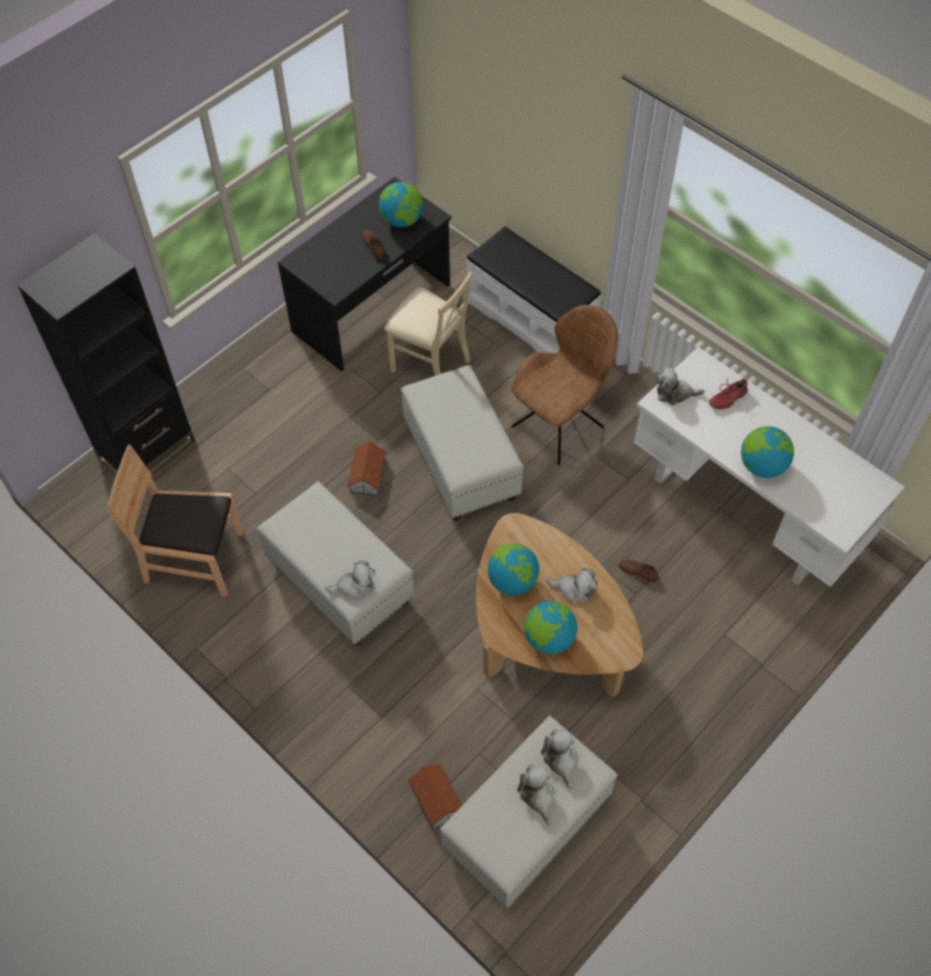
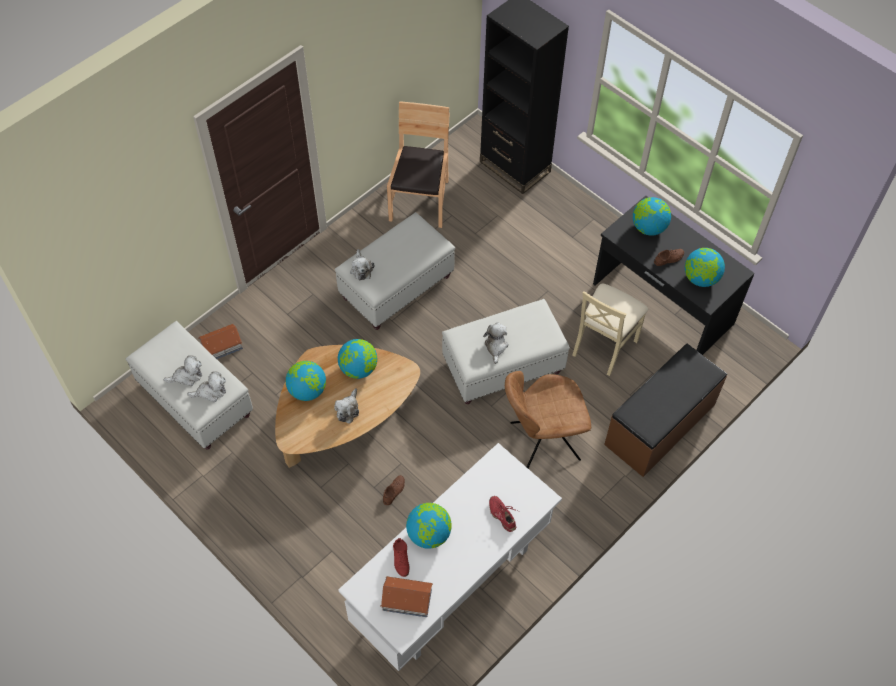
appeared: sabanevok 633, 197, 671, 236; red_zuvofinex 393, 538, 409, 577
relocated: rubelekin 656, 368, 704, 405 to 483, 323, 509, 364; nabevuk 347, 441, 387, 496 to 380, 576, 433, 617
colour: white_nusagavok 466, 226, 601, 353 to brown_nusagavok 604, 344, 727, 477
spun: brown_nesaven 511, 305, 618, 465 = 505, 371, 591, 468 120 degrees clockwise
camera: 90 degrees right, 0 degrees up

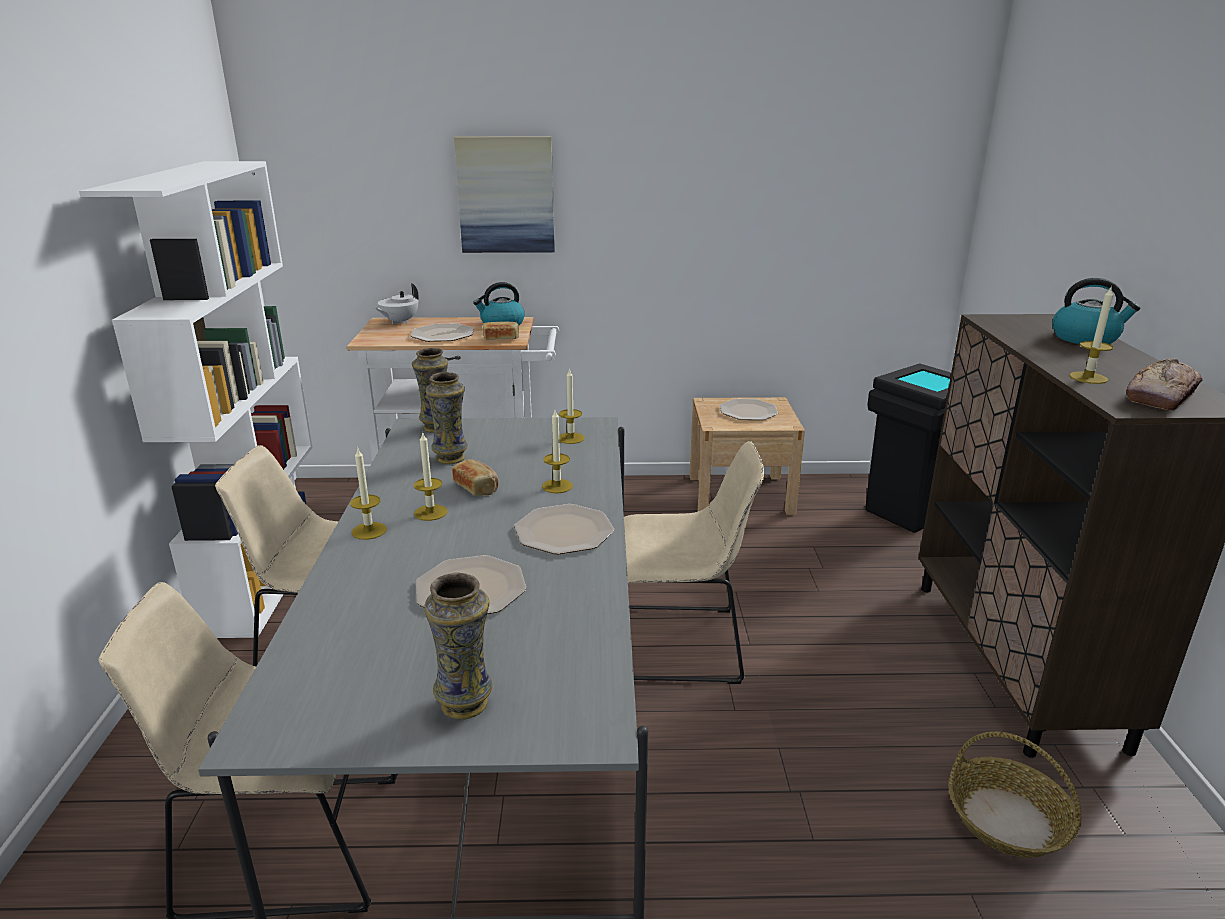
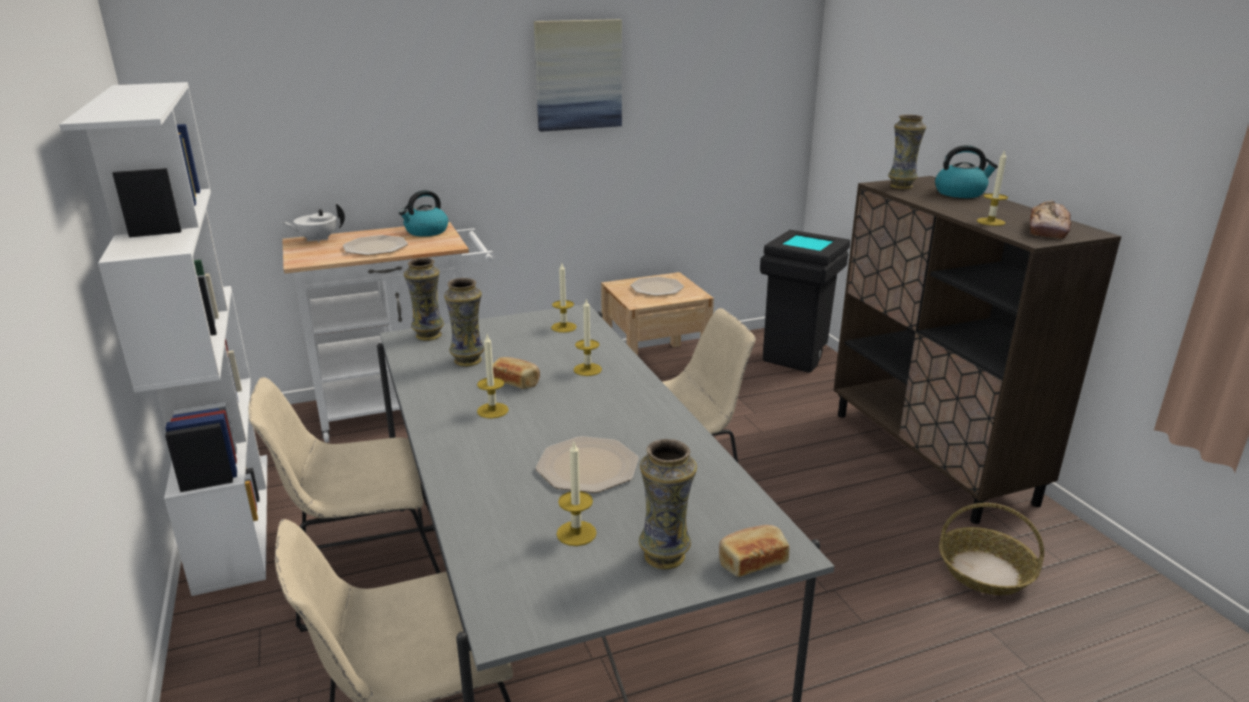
missing: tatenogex 514, 504, 614, 554
appeared: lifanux 888, 115, 926, 189
relocated: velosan 454, 136, 555, 253 to 534, 19, 622, 132; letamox 483, 322, 519, 340 to 719, 525, 789, 577; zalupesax 350, 447, 387, 540 to 556, 440, 597, 546
spun: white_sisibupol 375, 283, 419, 325 = 281, 204, 345, 243 60 degrees clockwise
camera: 20 degrees left, 0 degrees up

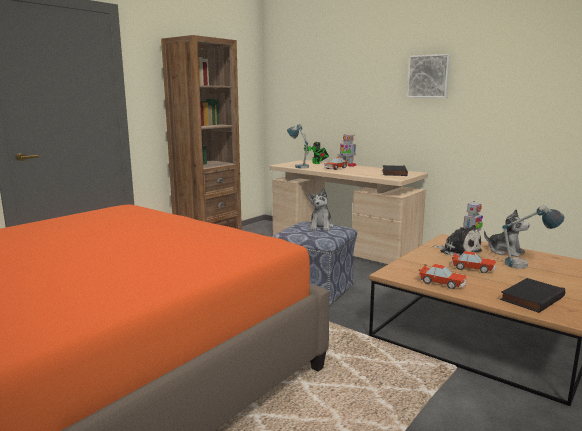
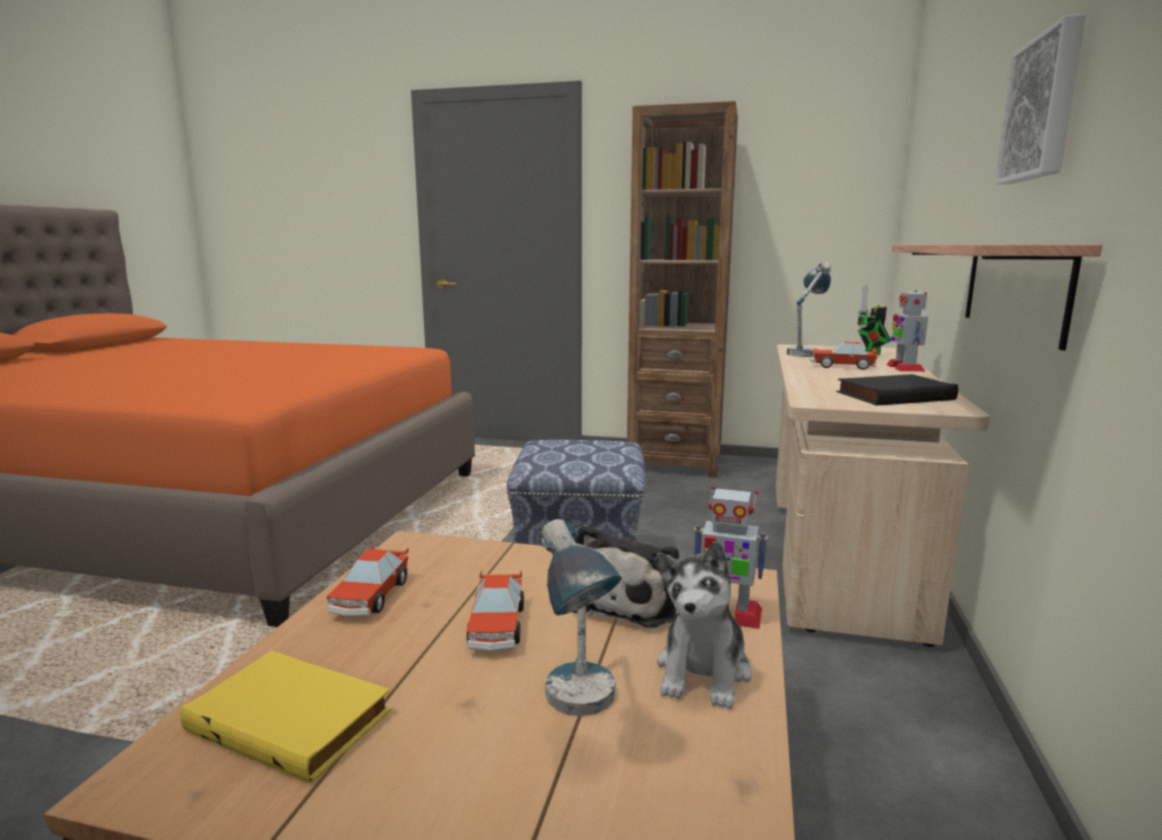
missing: rubelekin 308, 188, 334, 231
appeared: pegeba 892, 244, 1102, 350
colour: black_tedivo 500, 278, 565, 313 to yellow_tedivo 180, 651, 391, 784
camera: 65 degrees right, 0 degrees up

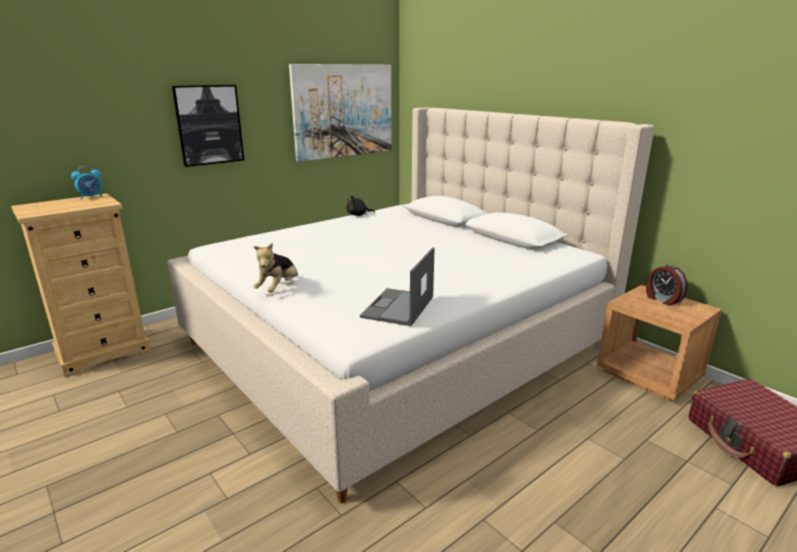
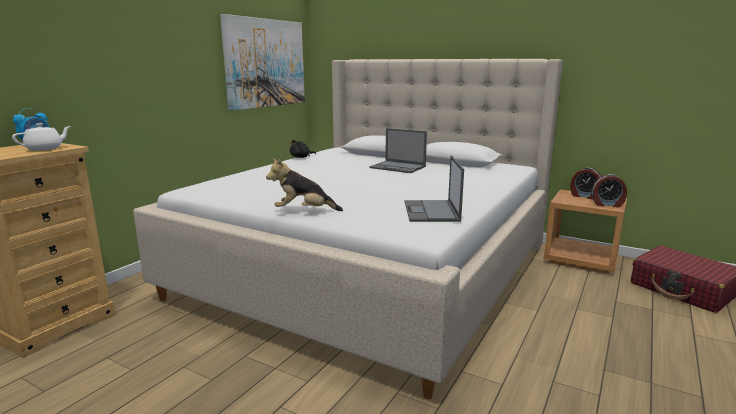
missing: velosan 172, 85, 244, 167
appeared: white_sisibupol 12, 123, 71, 151; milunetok 369, 128, 427, 173; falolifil 591, 174, 627, 208
spun: rubelekin 253, 243, 298, 293 = 266, 158, 343, 211 90 degrees clockwise
camera: 20 degrees left, 5 degrees down

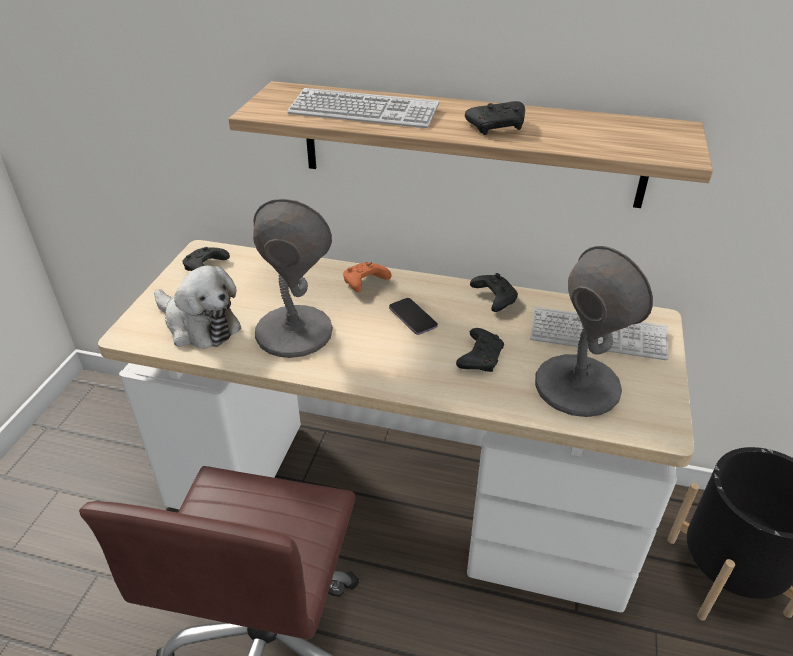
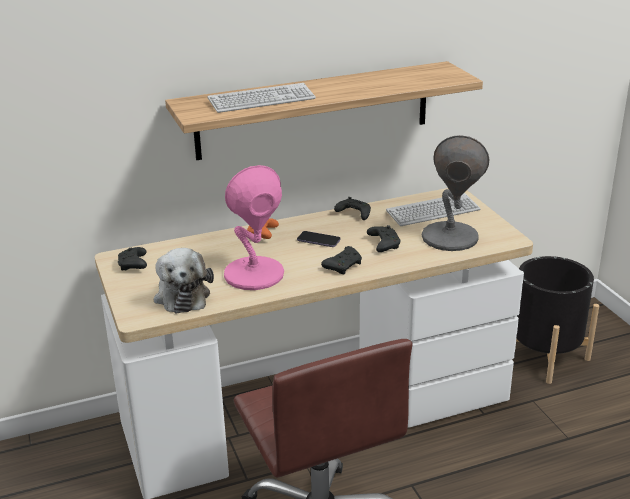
relocated: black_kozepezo 465, 101, 525, 135 to 321, 246, 362, 274
colour: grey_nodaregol 253, 199, 333, 358 to pink_nodaregol 224, 165, 284, 290
spun: rubelekin 154, 265, 241, 349 = 153, 248, 214, 314 75 degrees clockwise
camera: 35 degrees left, 10 degrees down

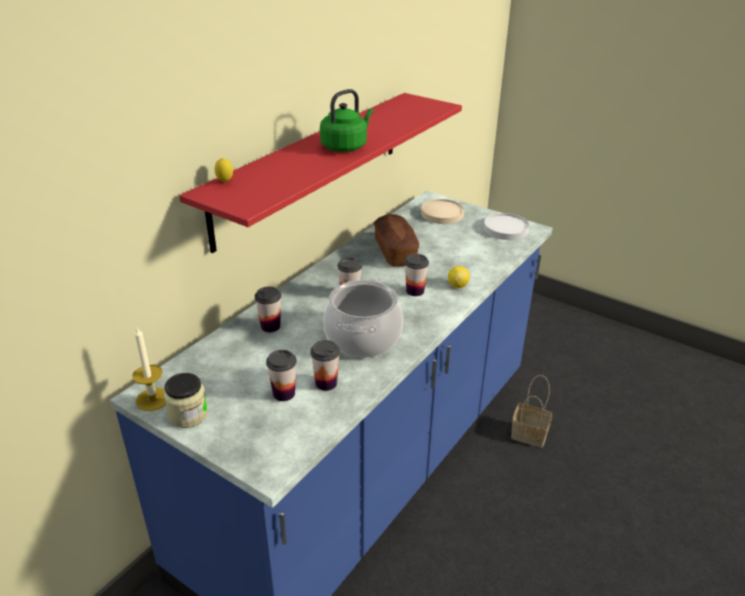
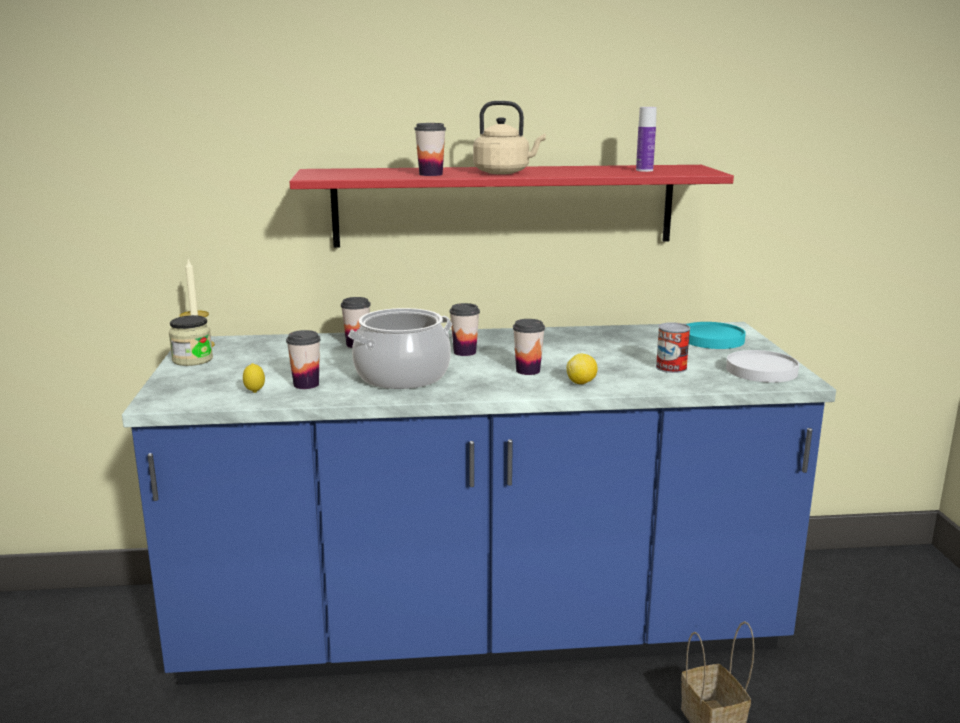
missing: letamox 374, 214, 419, 267
appeared: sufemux 636, 107, 657, 172; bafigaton 656, 322, 690, 373
relocated: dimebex 215, 158, 233, 183 to 243, 363, 265, 393; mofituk 266, 350, 297, 401 to 414, 123, 446, 176
colour: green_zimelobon 320, 89, 374, 152 to beige_zimelobon 473, 101, 546, 174; beige_tatenogex 421, 199, 464, 224 to turquoise_tatenogex 686, 322, 746, 349
camera: 50 degrees right, 15 degrees down

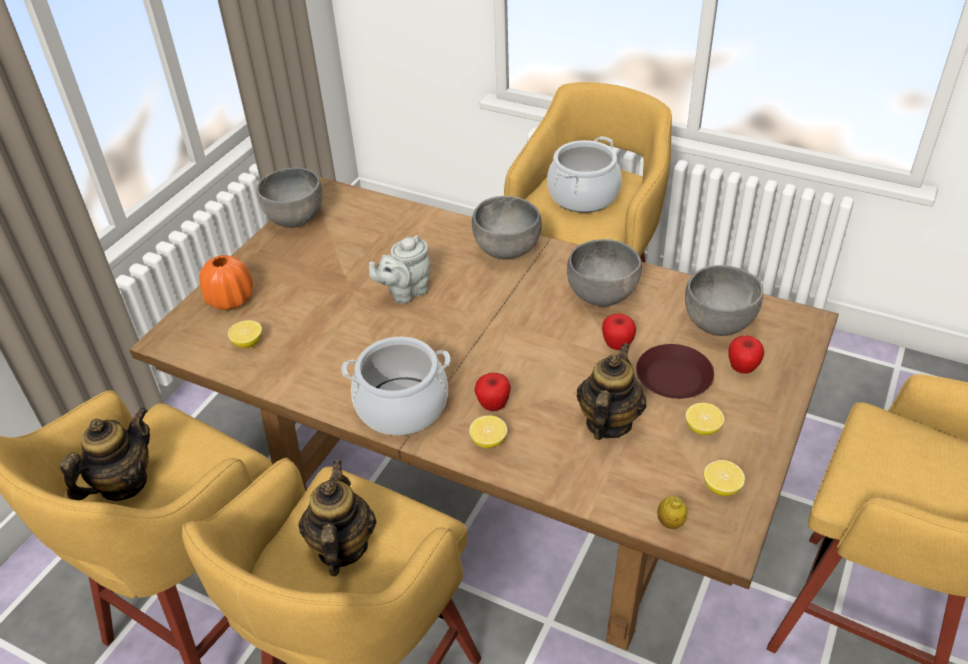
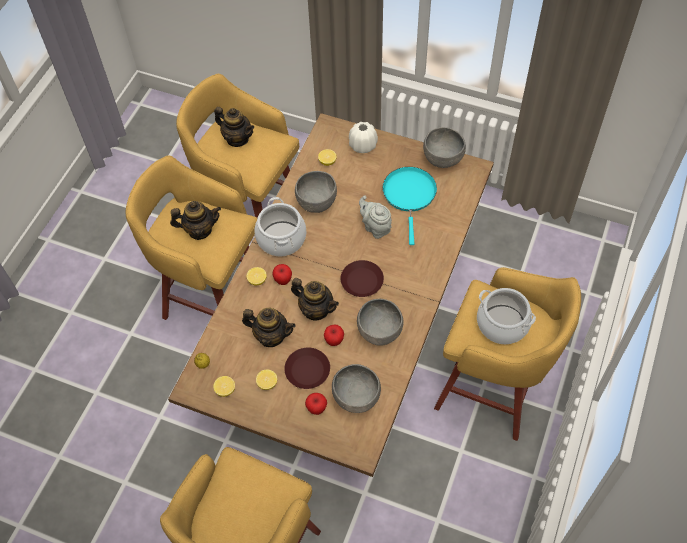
appeared: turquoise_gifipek 383, 167, 437, 245; brown_tatenogex 341, 260, 384, 297; sisibupol 291, 278, 339, 320
relocated: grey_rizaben 472, 196, 542, 260 to 295, 171, 337, 213
colour: orange_lifanux 199, 255, 253, 310 to white_lifanux 349, 122, 378, 153
camera: 85 degrees right, 15 degrees up

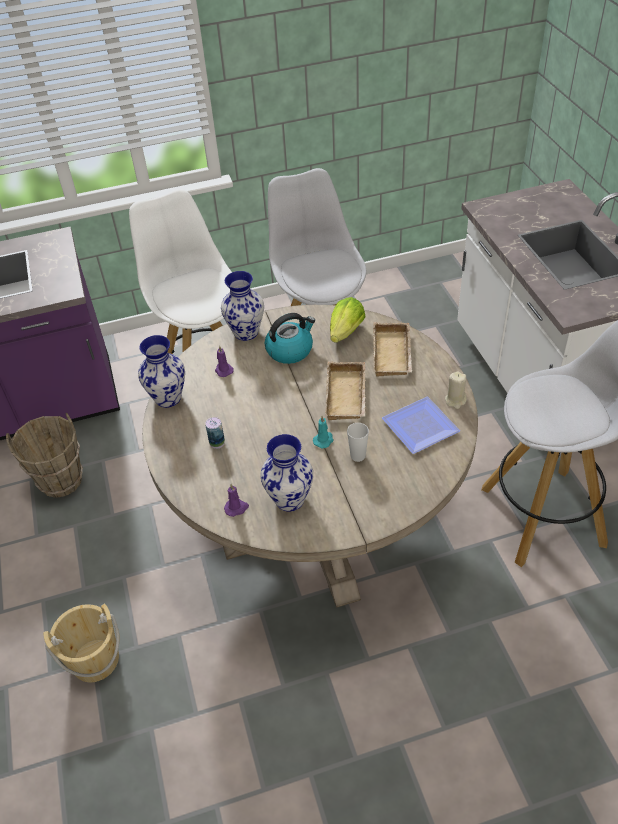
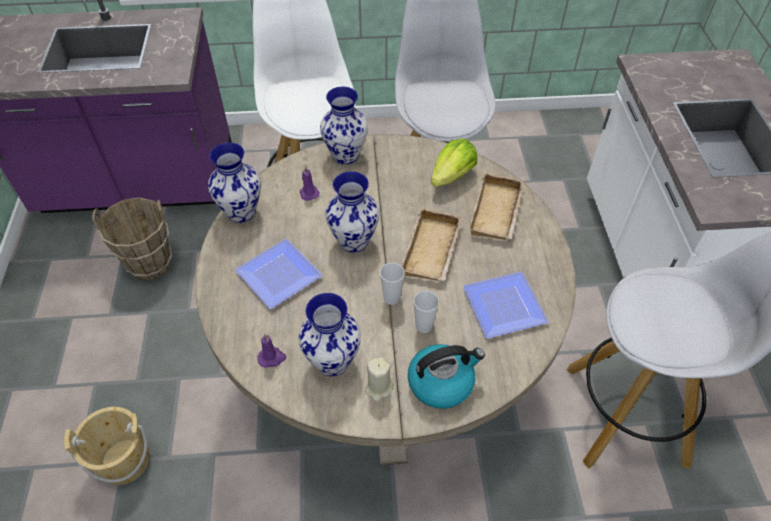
appeared: lifanux 326, 171, 379, 252
relocated: zimelobon 265, 313, 315, 364 to 408, 344, 485, 409; beige_zalupesax 445, 371, 467, 409 to 365, 357, 394, 401
exchanged: turquoise_zalupesax 313, 416, 334, 449 to mofituk 380, 263, 405, 305; bafigaton 205, 417, 225, 449 to tatenogex 235, 239, 322, 309
camera: 10 degrees right, 5 degrees up

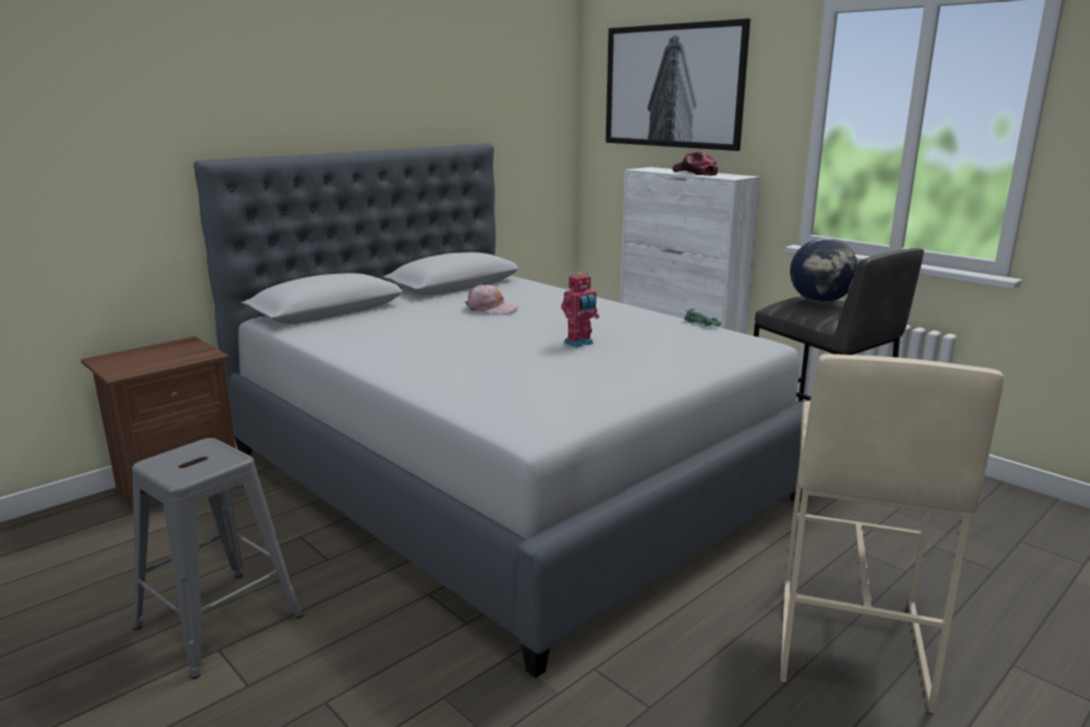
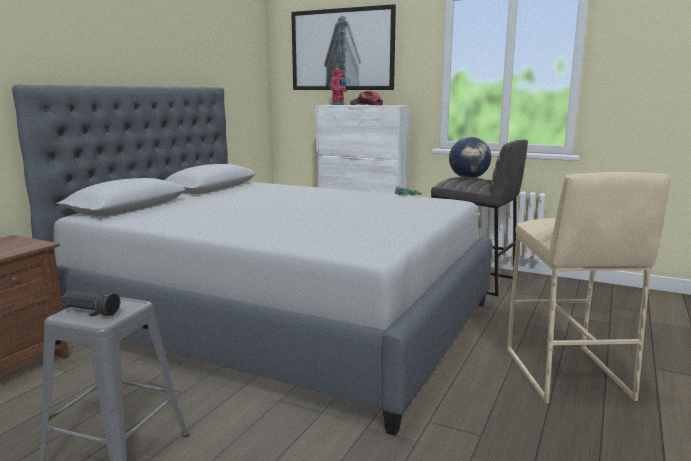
missing: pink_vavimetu 465, 284, 519, 315
appeared: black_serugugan 62, 290, 120, 316
relocated: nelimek 561, 272, 599, 348 to 330, 68, 347, 105
camera: 20 degrees left, 5 degrees down

